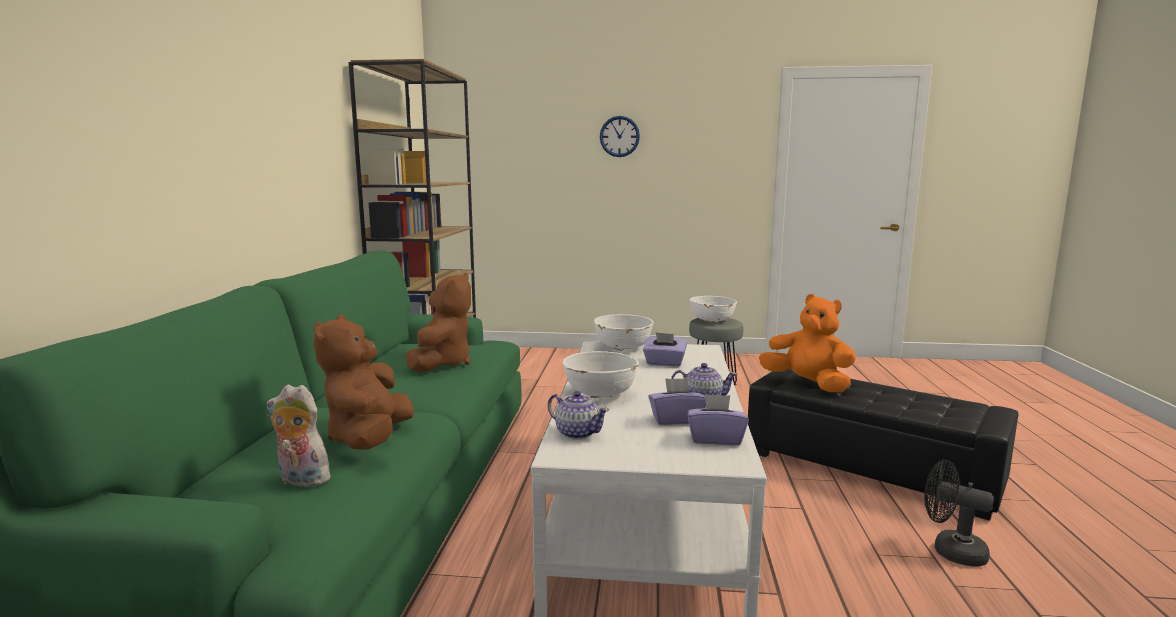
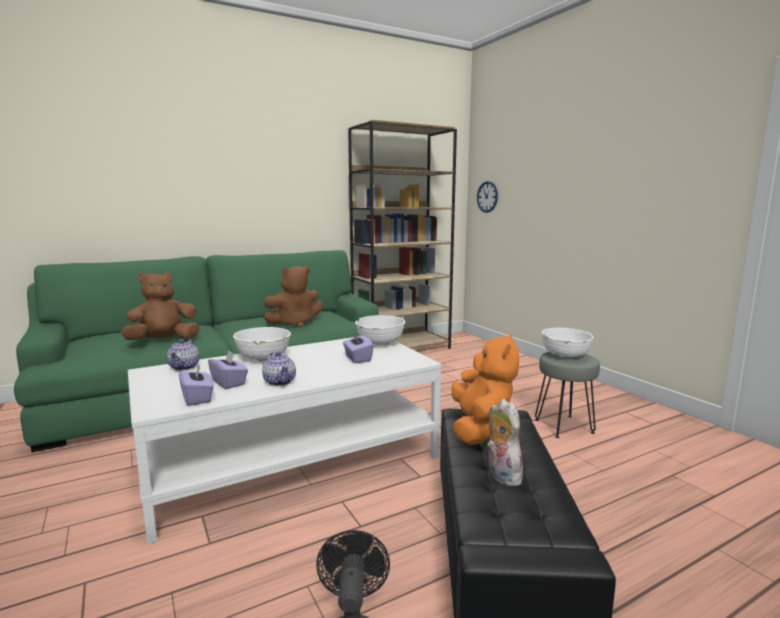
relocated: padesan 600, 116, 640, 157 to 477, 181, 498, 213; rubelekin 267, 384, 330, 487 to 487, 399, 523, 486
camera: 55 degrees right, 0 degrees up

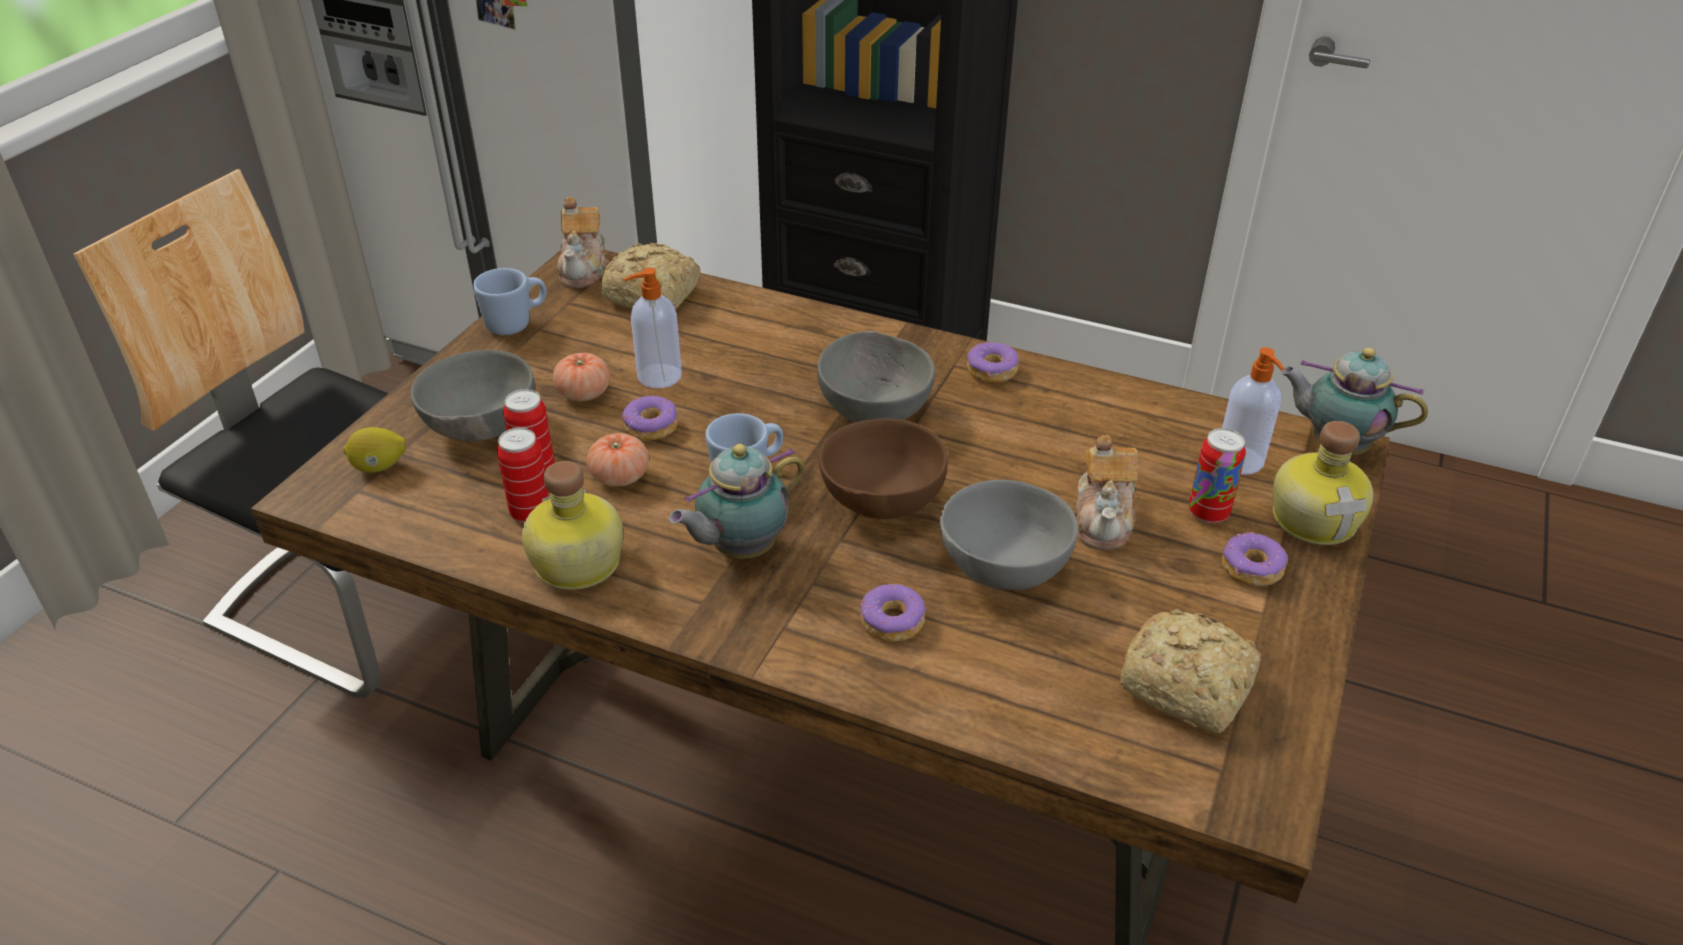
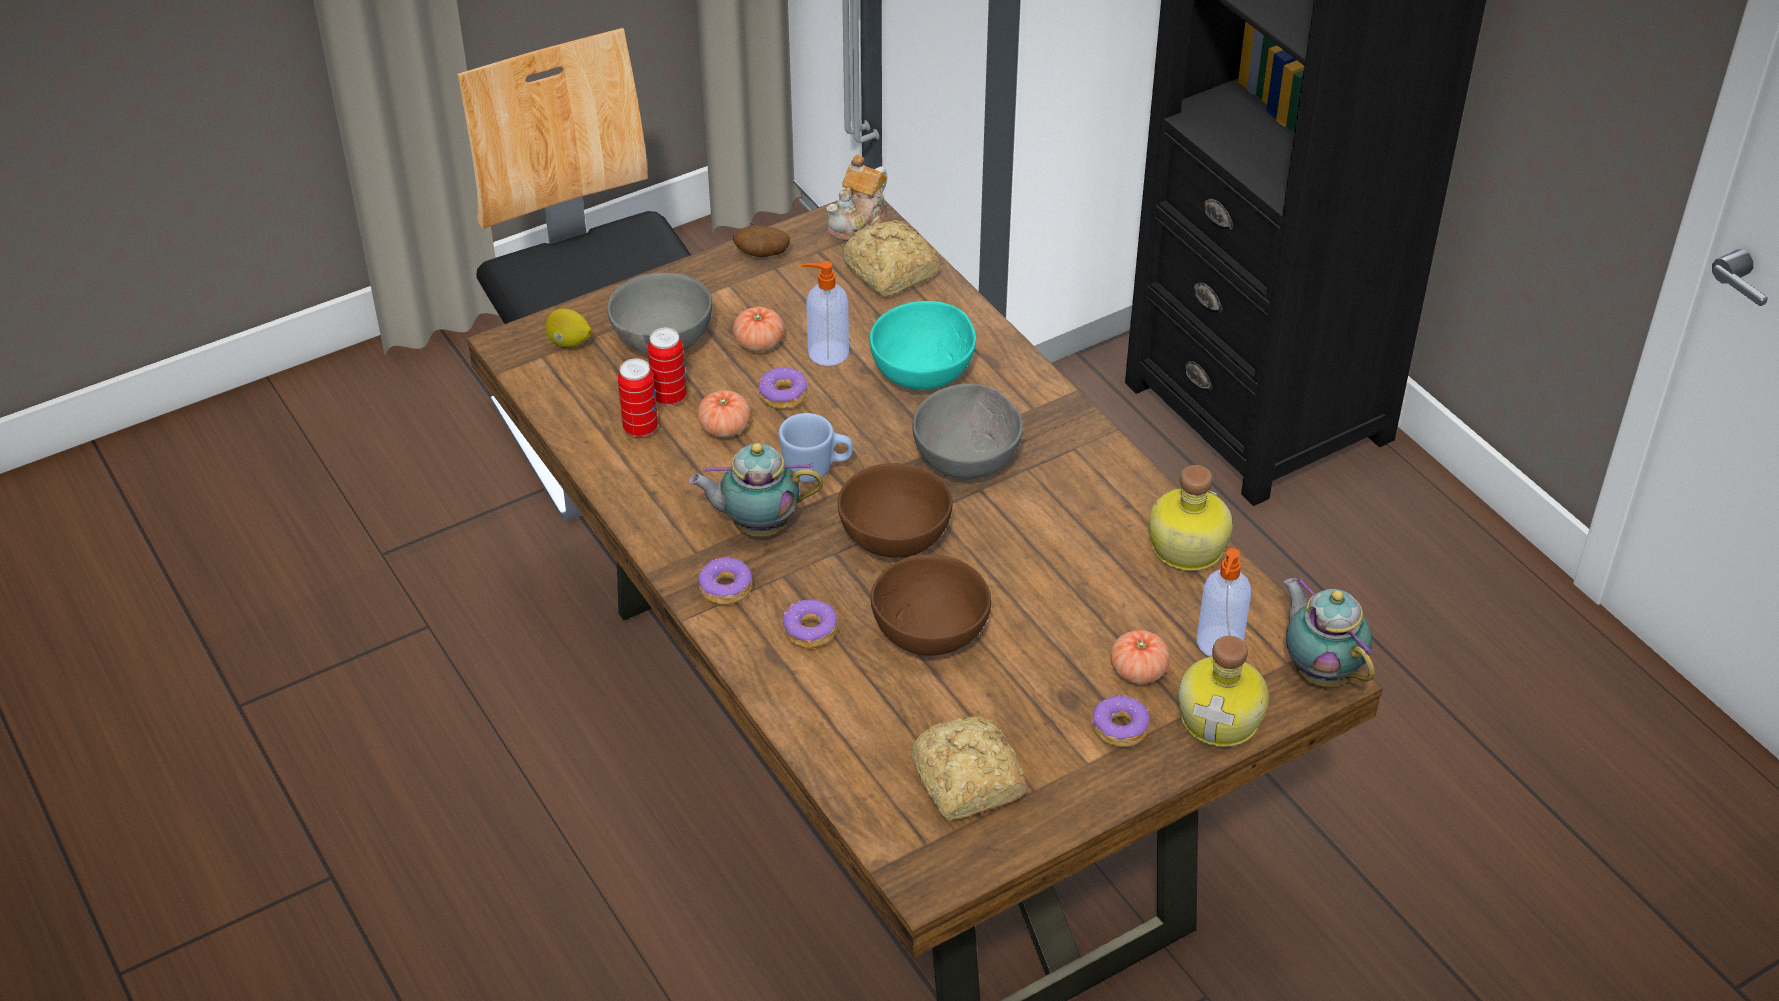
missing: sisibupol 1076, 435, 1138, 550
appeared: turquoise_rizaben 870, 301, 976, 390
relocated: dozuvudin 967, 342, 1019, 383 to 698, 556, 752, 605; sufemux 522, 461, 623, 590 to 1148, 465, 1233, 571
exchanged: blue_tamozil 473, 268, 546, 335 to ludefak 733, 225, 790, 257; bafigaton 1189, 428, 1246, 524 to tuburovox 1110, 630, 1170, 684
colour: grey_rizaben 940, 480, 1078, 590 to brown_rizaben 870, 554, 991, 656
camera: 35 degrees right, 5 degrees up

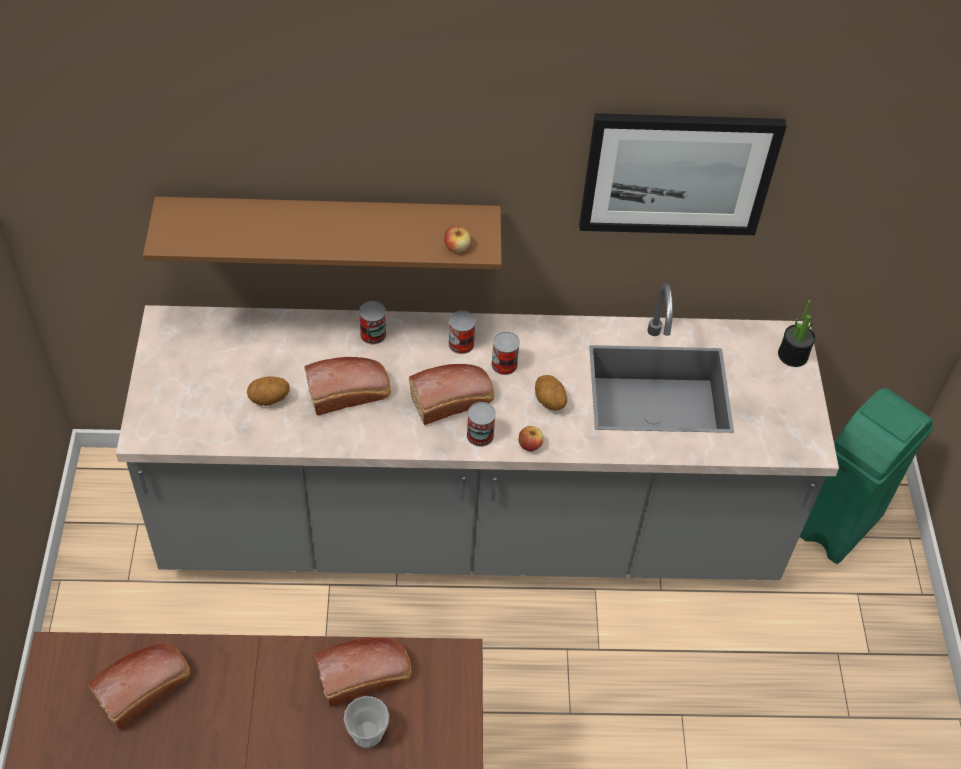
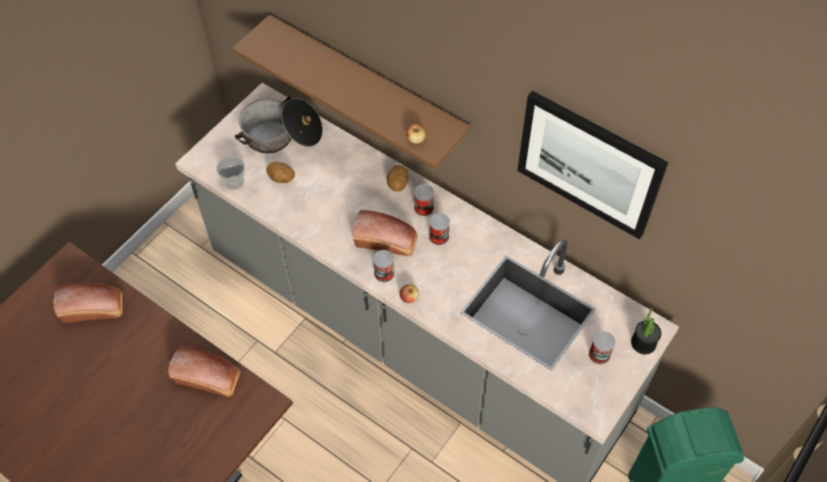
missing: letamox 304, 357, 391, 416
appeared: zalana 235, 96, 323, 154
relocated: bafigaton 359, 301, 386, 344 to 589, 331, 615, 364; ludefak 535, 375, 567, 411 to 387, 165, 409, 192; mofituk 344, 696, 389, 748 to 217, 156, 245, 190
camera: 40 degrees right, 5 degrees up

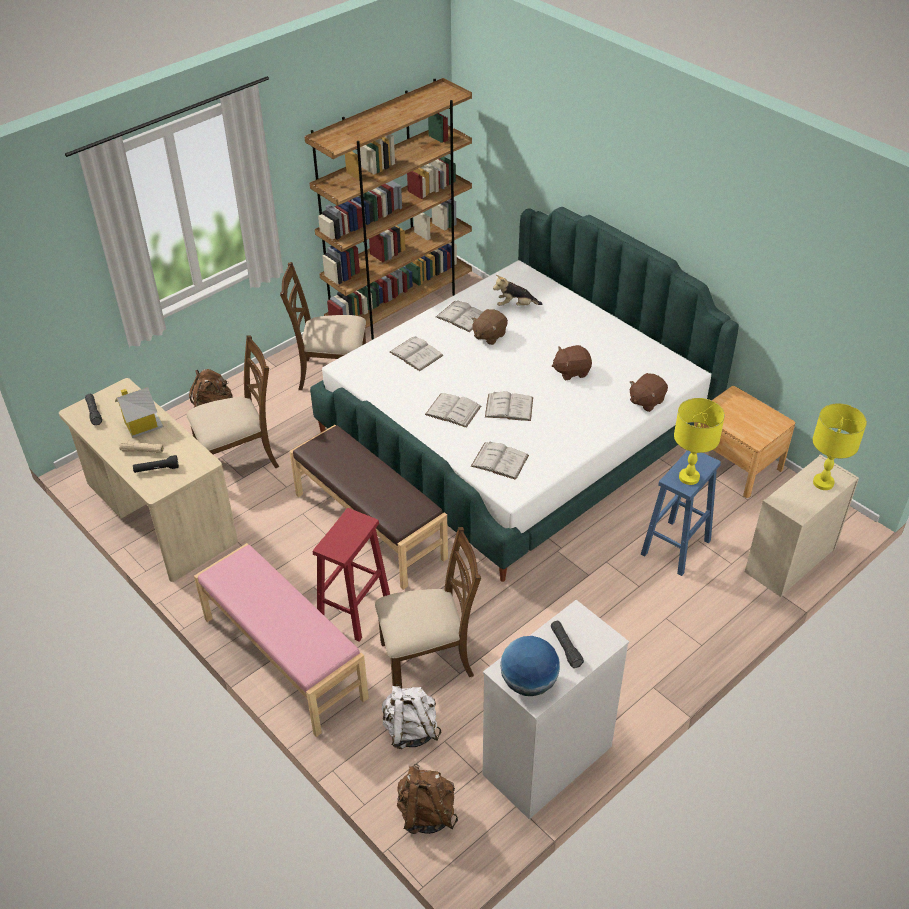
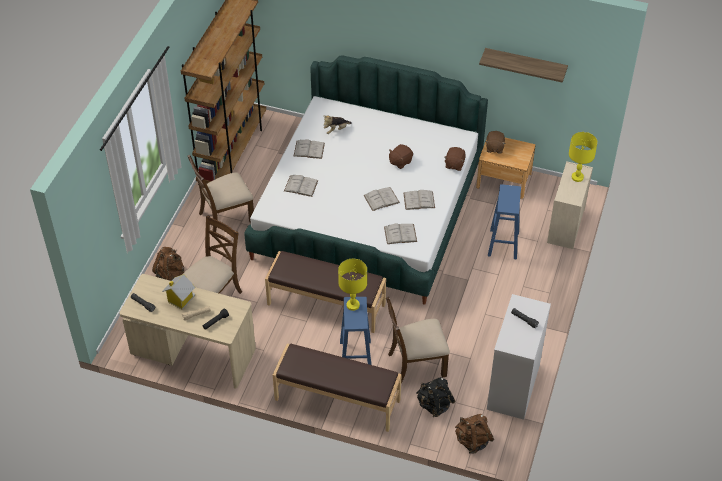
missing: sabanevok 500, 636, 560, 696
appeared: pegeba 479, 48, 568, 83
relocated: brown_rubelekin 471, 309, 508, 345 to 486, 131, 506, 154; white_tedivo 425, 393, 481, 428 to 404, 190, 435, 210; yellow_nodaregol 674, 398, 725, 485 to 338, 259, 367, 311
colour: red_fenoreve 313, 508, 390, 642 to blue_fenoreve 340, 297, 371, 365; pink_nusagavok 194, 543, 369, 737 to brown_nusagavok 273, 344, 402, 432; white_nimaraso 382, 684, 442, 749 to black_nimaraso 416, 377, 455, 417
spun: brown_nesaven 375, 527, 481, 689 = 386, 297, 450, 383 150 degrees counterclockwise
camera: 30 degrees left, 5 degrees up

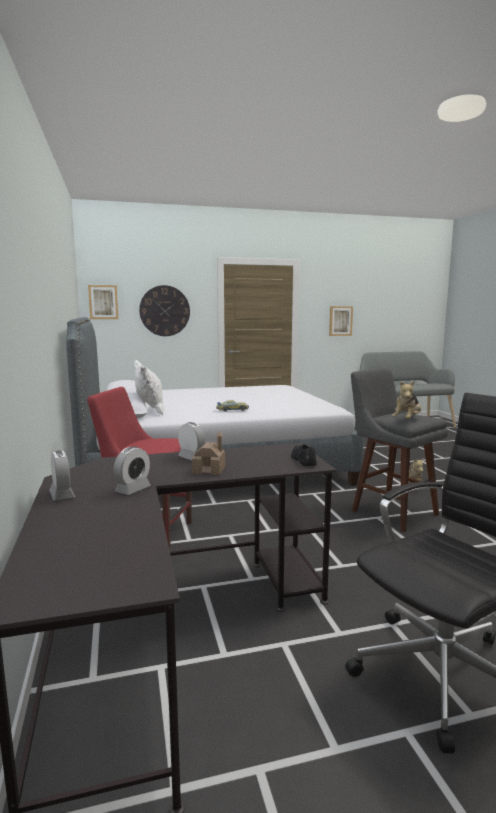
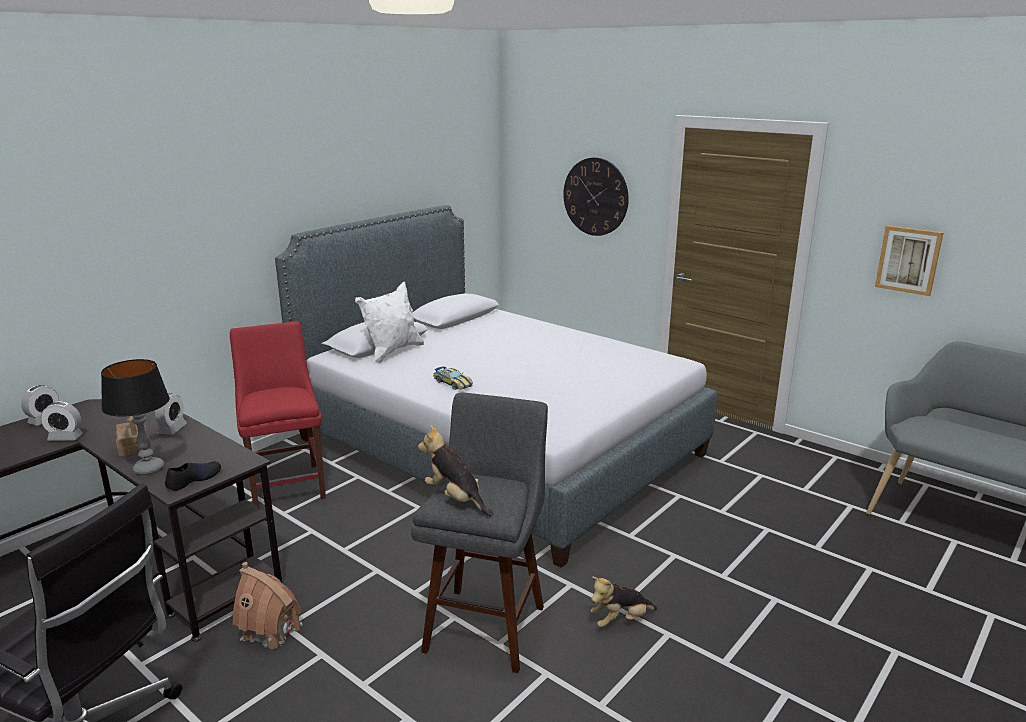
missing: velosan 88, 285, 118, 319
appeared: nodaregol 101, 359, 170, 475; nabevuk 233, 562, 303, 649
spun: rubelekin 392, 380, 421, 419 = 418, 425, 493, 516 45 degrees clockwise
camera: 55 degrees right, 10 degrees up

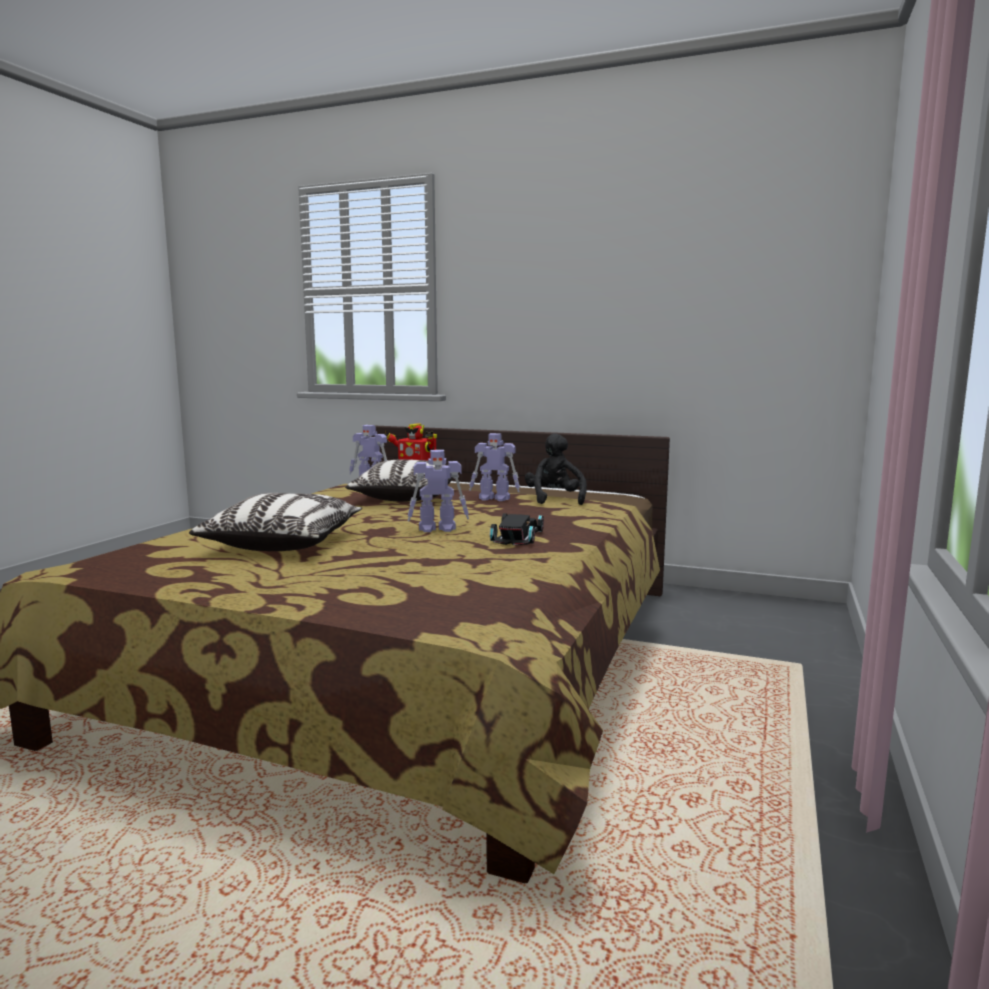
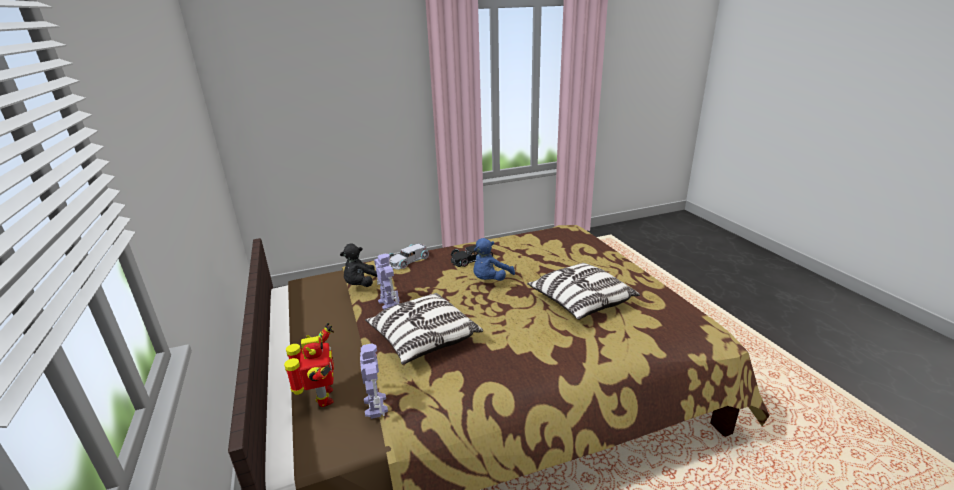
appeared: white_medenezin 389, 243, 429, 270
exchanged: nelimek 408, 450, 469, 532 to blue_rubelekin 474, 238, 515, 281
camera: 130 degrees left, 15 degrees up

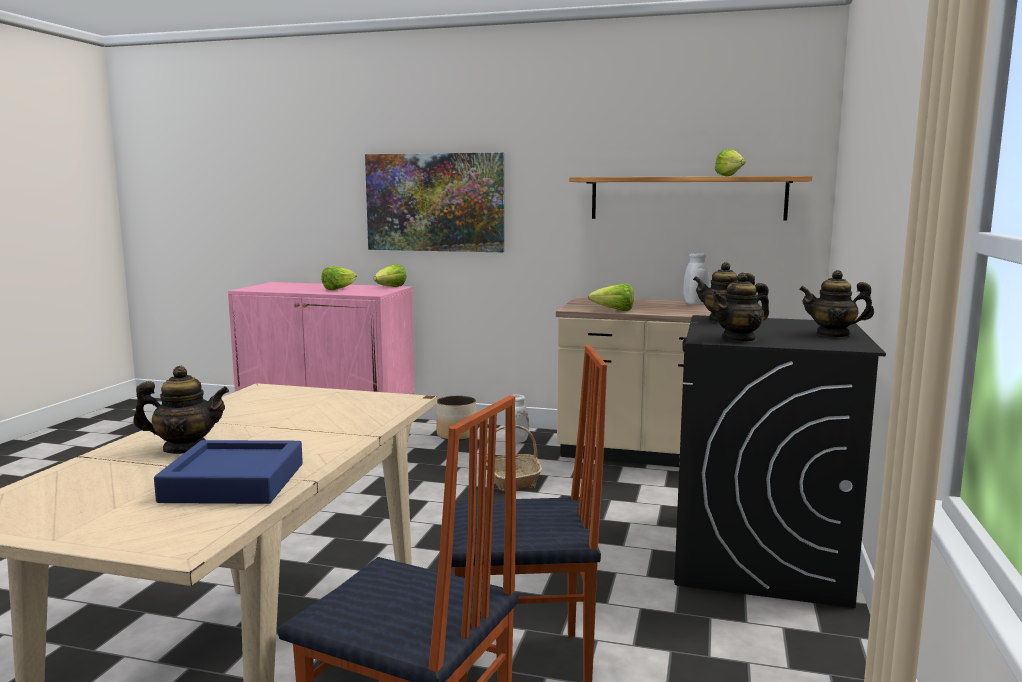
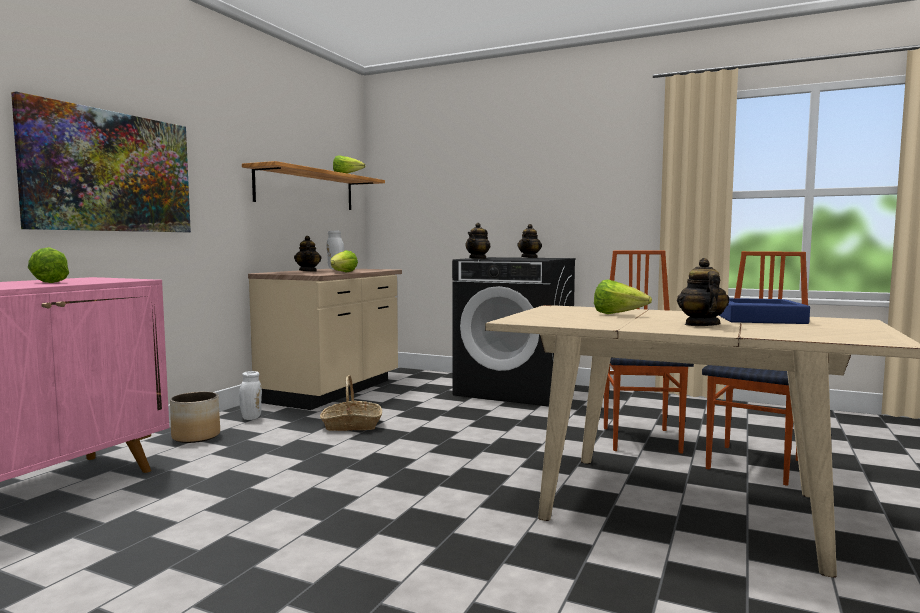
relocated: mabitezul 373, 264, 407, 287 to 594, 279, 652, 314; sisibupol 712, 273, 769, 342 to 294, 236, 321, 271
camera: 80 degrees left, 5 degrees down

